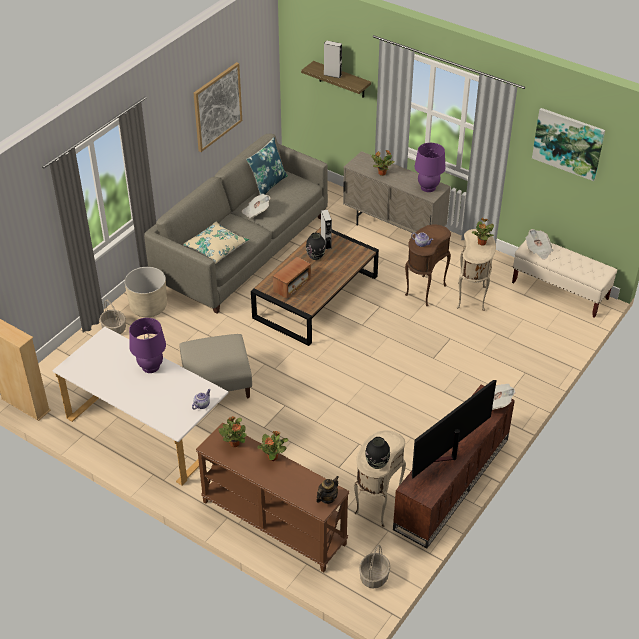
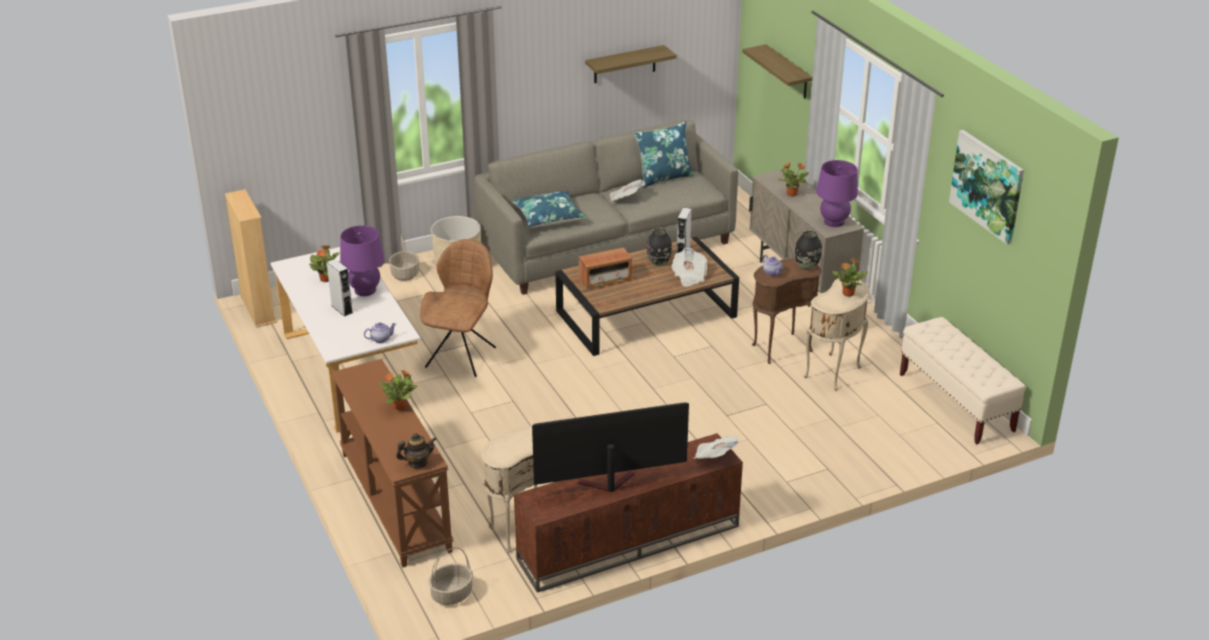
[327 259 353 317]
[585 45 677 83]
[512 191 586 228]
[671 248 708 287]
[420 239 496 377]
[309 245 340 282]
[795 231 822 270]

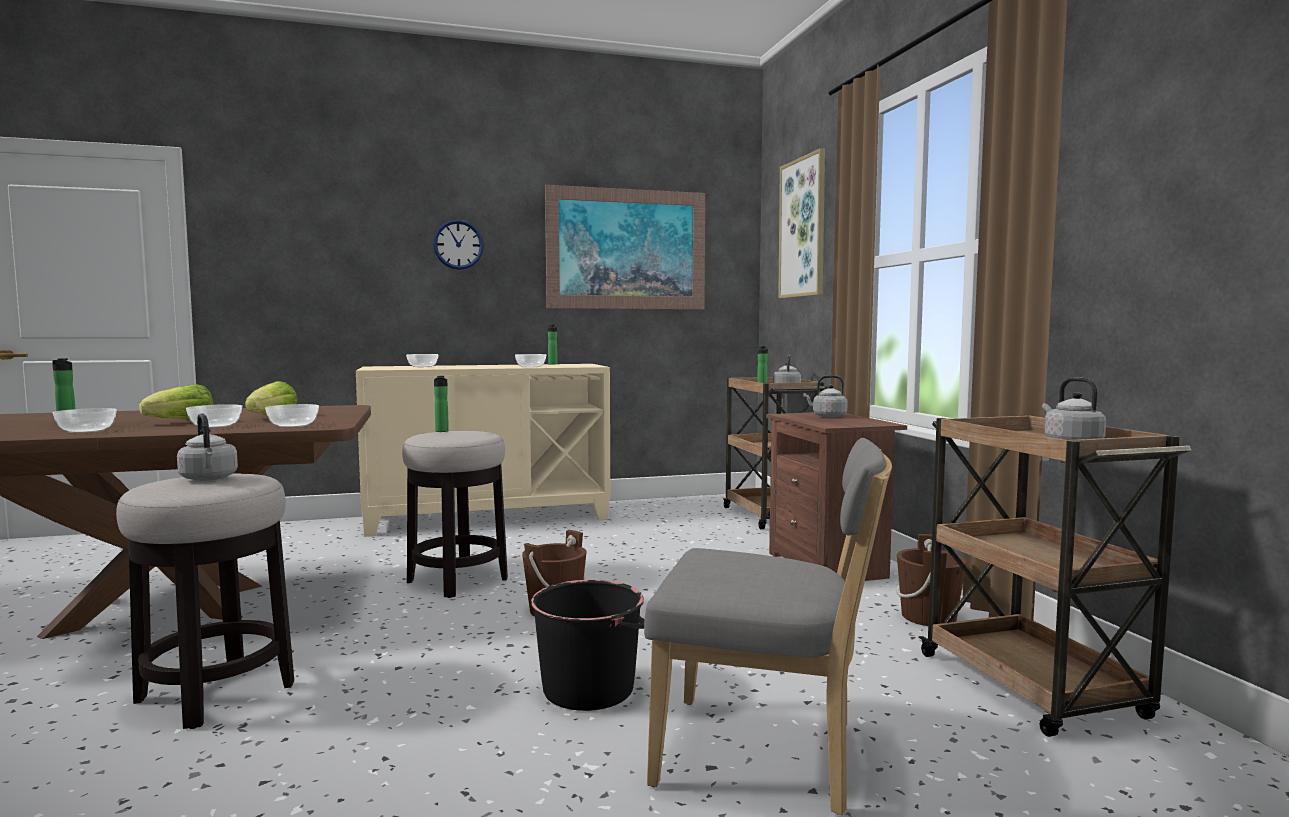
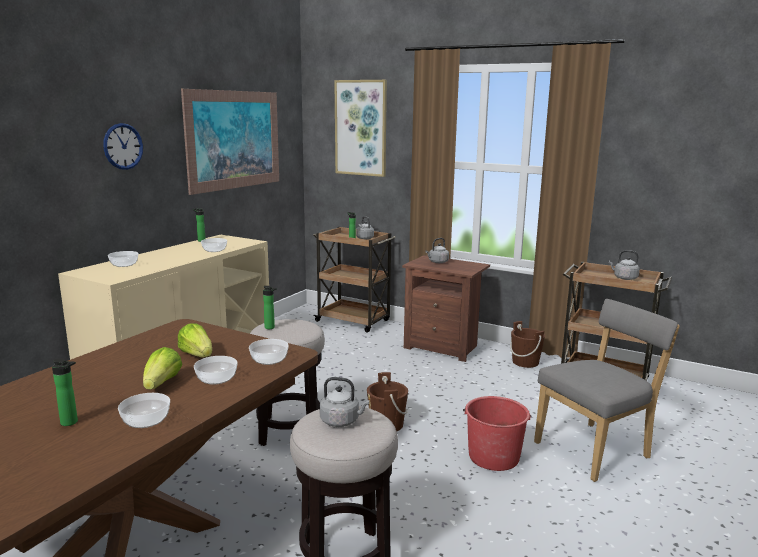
[463 396 531 471]

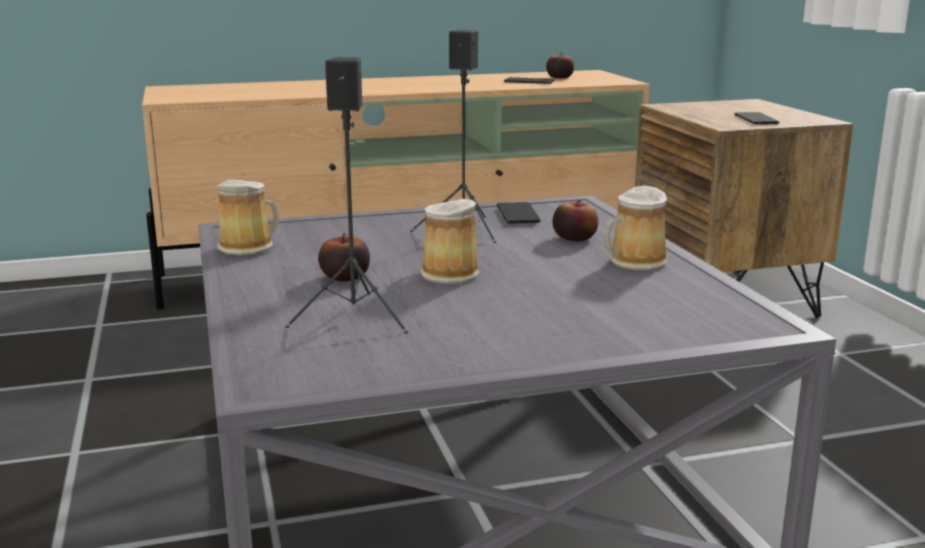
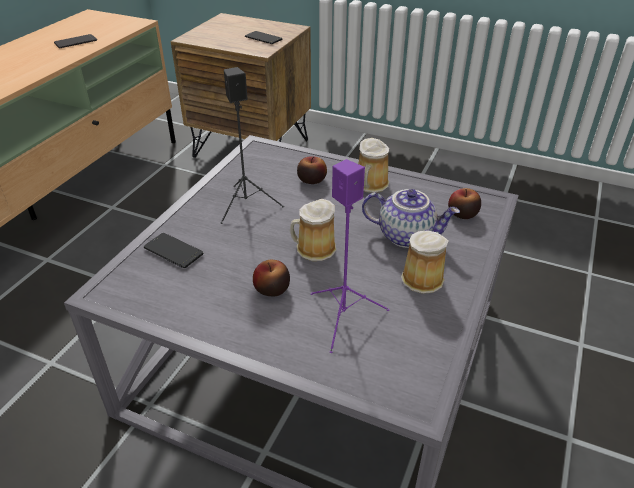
[448 188 481 219]
[311 159 389 353]
[401 231 448 294]
[144 233 203 268]
[362 189 460 248]

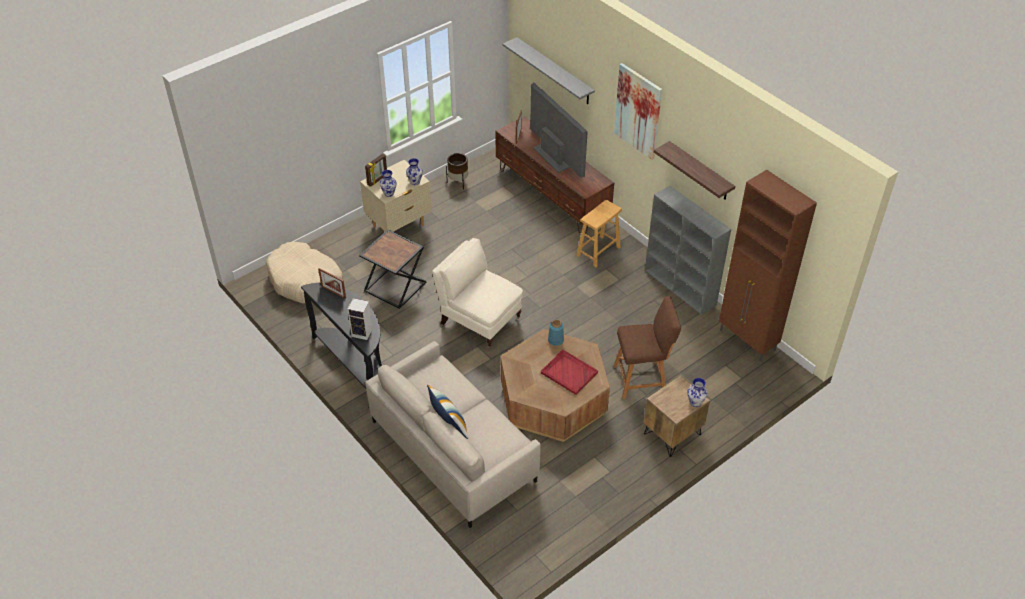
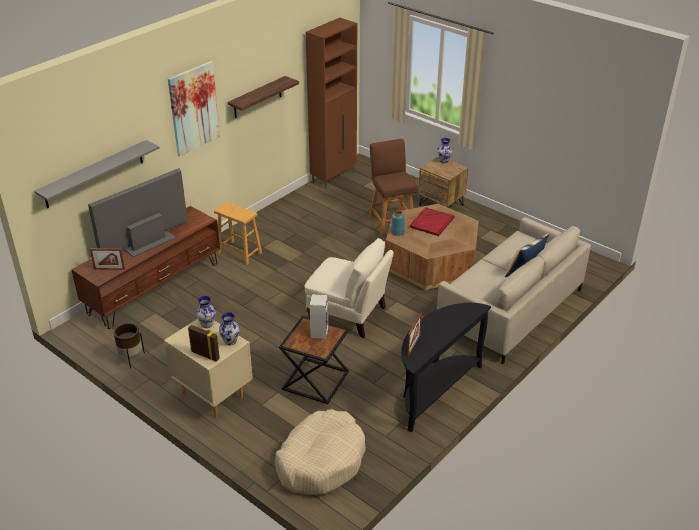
[645 185 731 315] (first image)
[304 238 394 338]
[310 294 328 339]

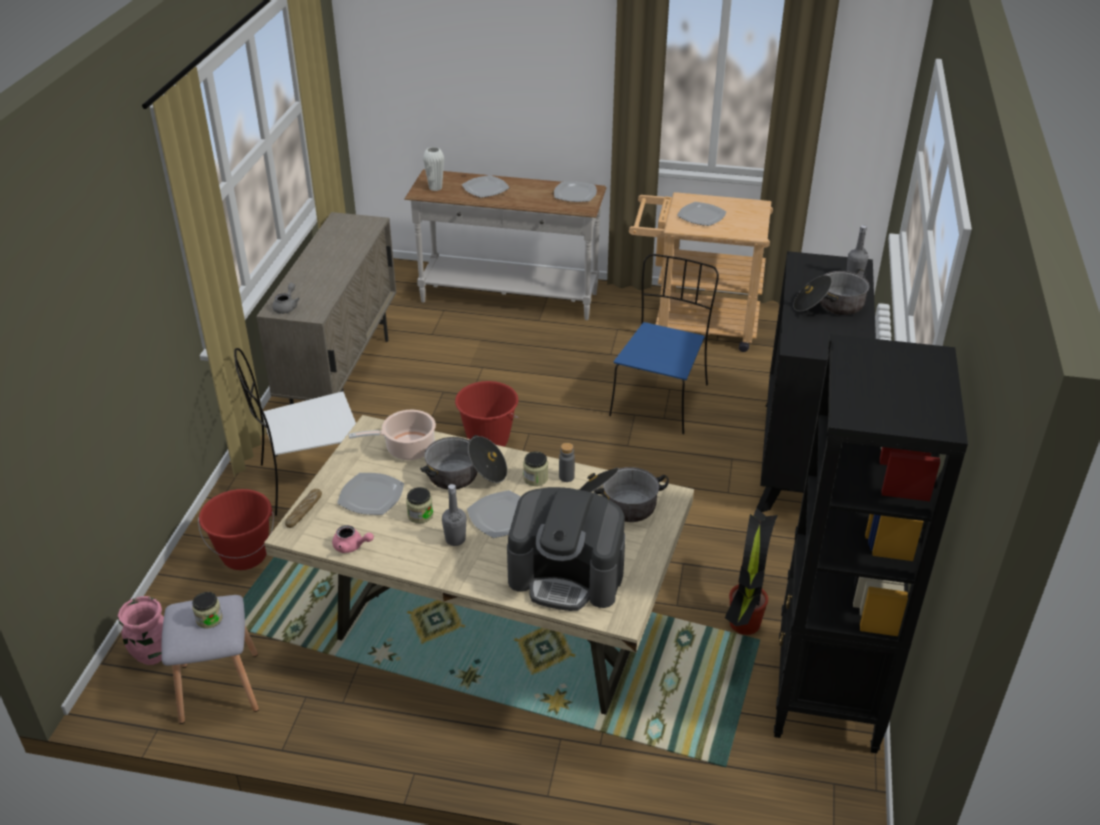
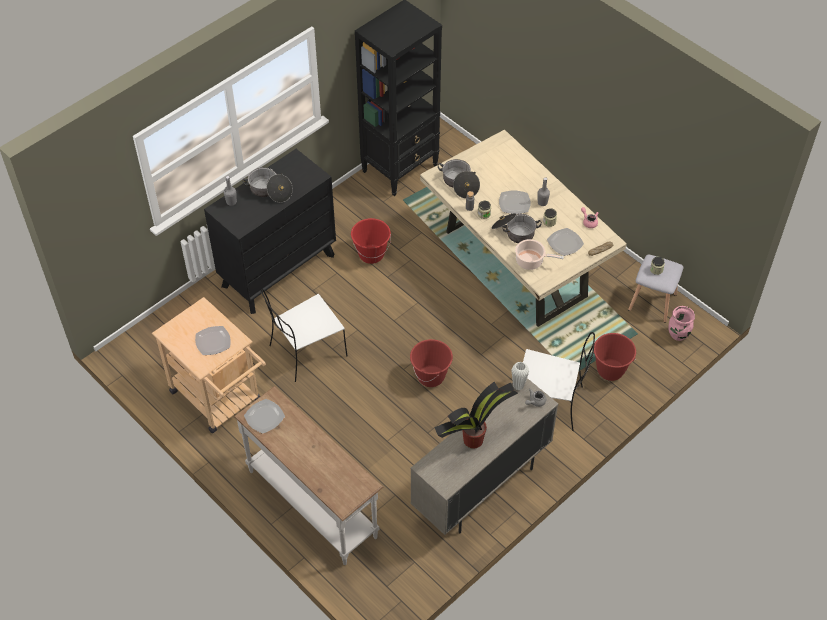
[511 362 529 390]
[462 175 510 198] (first image)
[261 289 348 382]
[507 487 625 611] (first image)
[434 382 518 449]
[351 218 391 264]

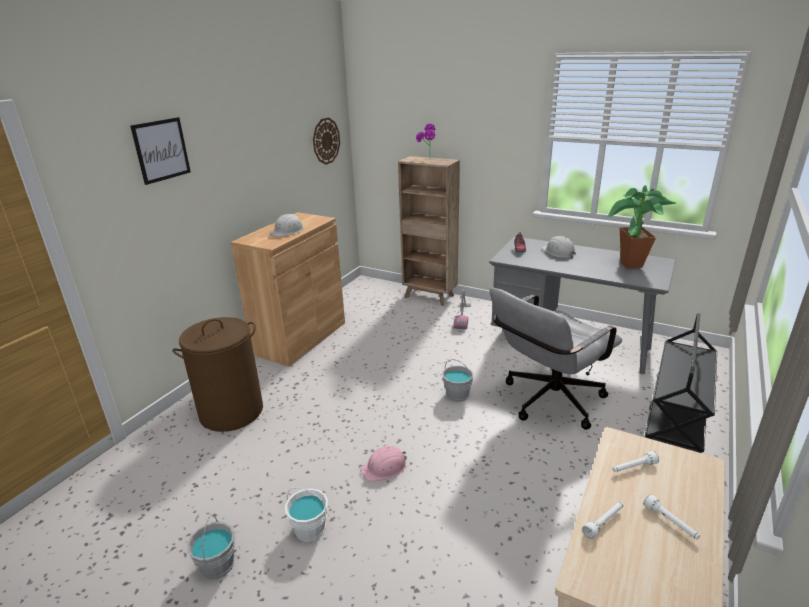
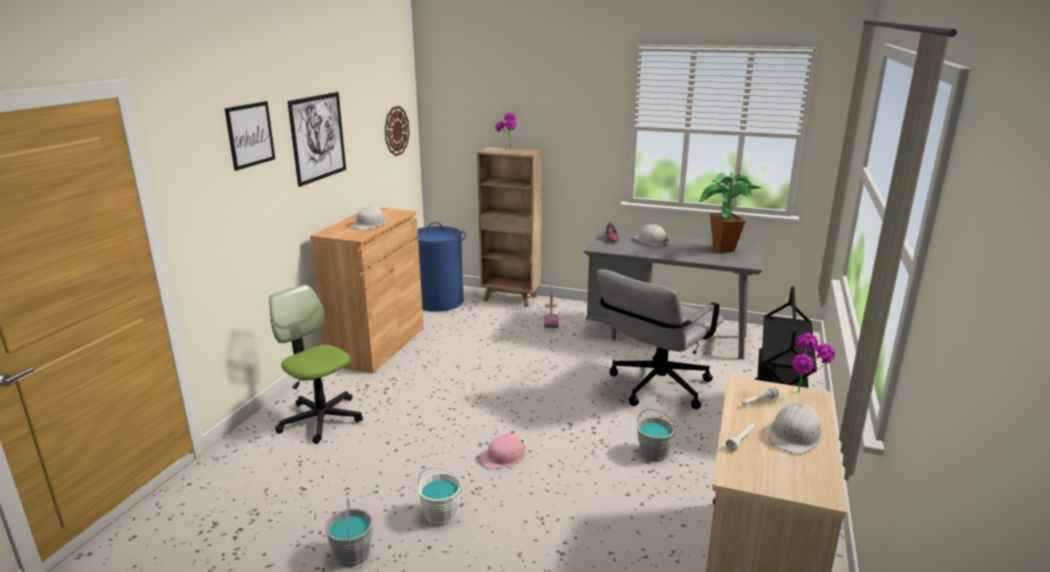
[269 284 363 444]
[637 409 676 462]
[769 402 822 454]
[287 92 346 187]
[415 222 466 312]
[792 333 835 392]

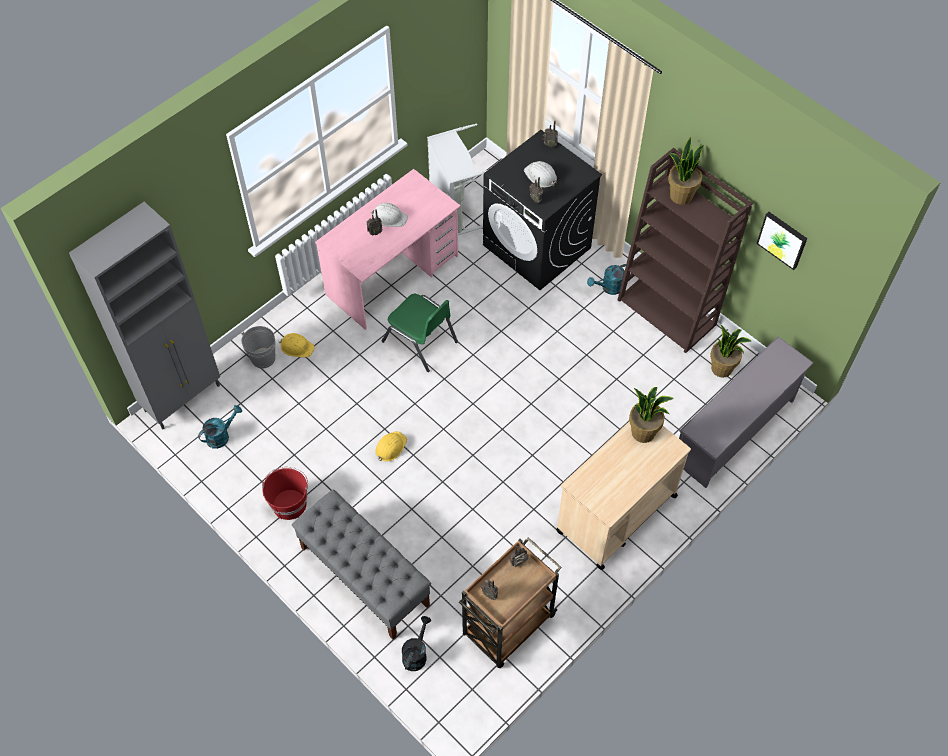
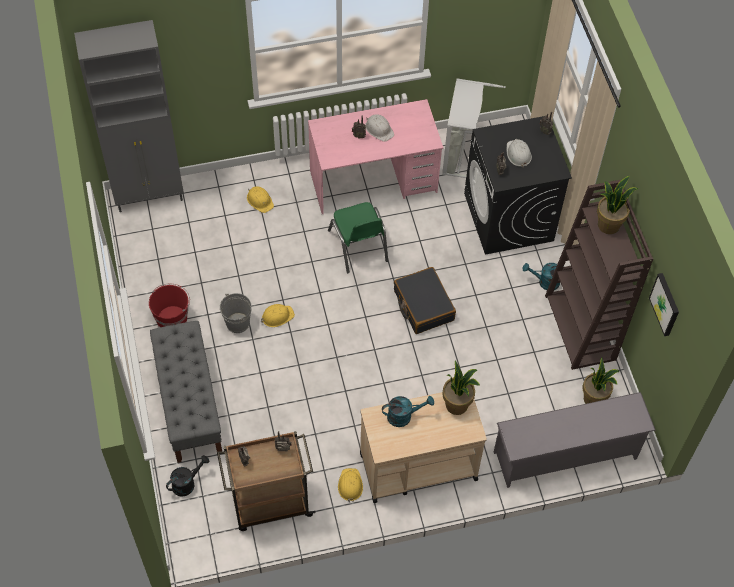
[220 293 252 333]
[382 396 434 427]
[394 267 456 334]
[338 468 363 502]

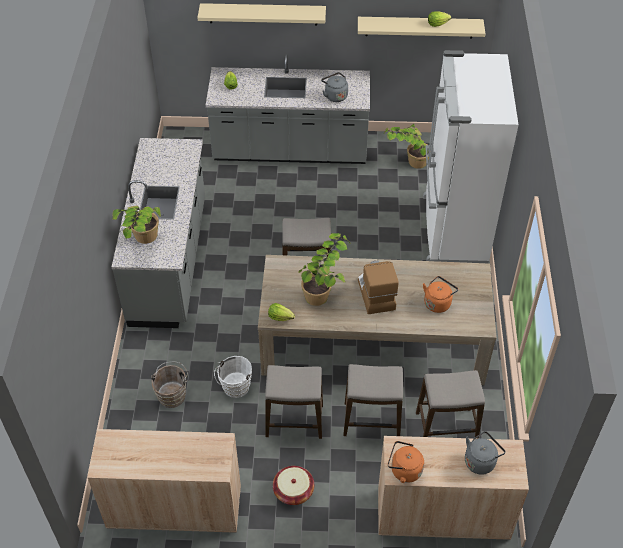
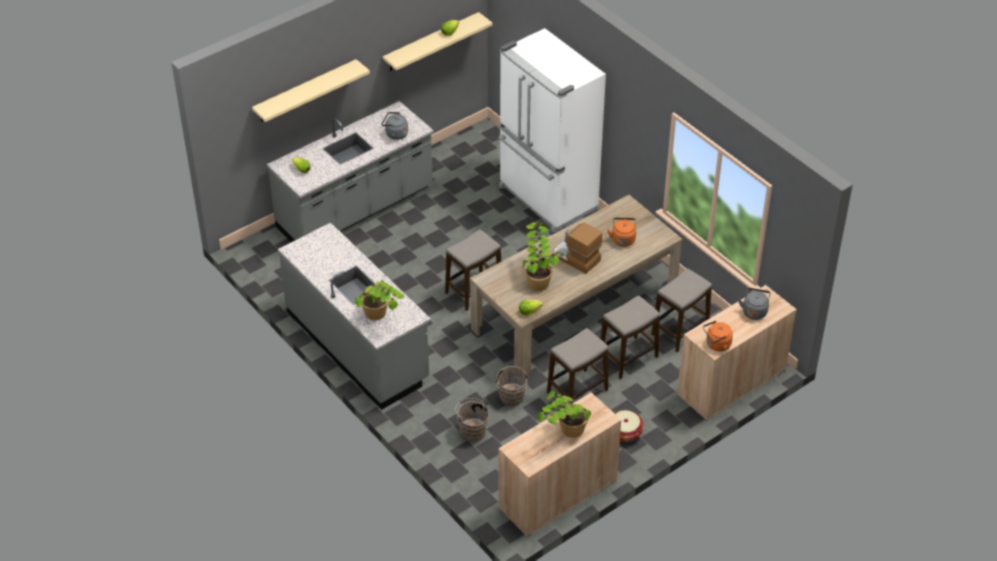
[538 391 591 438]
[495 366 529 406]

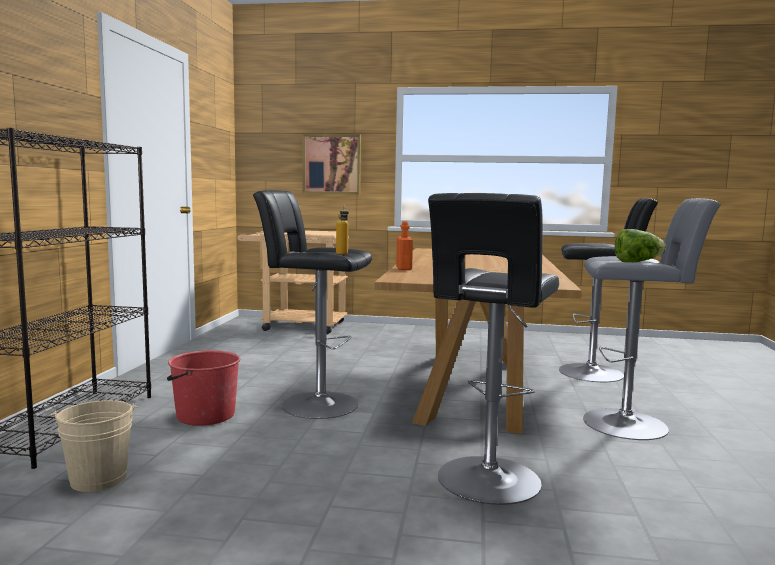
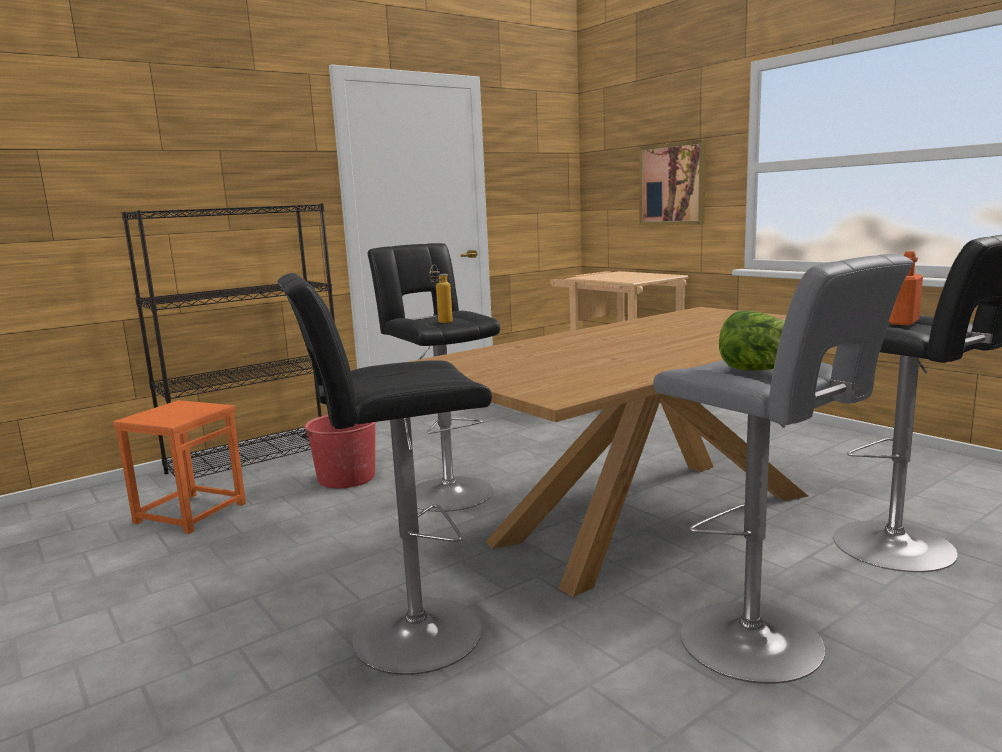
[889 251 923 325]
[113 400 246 534]

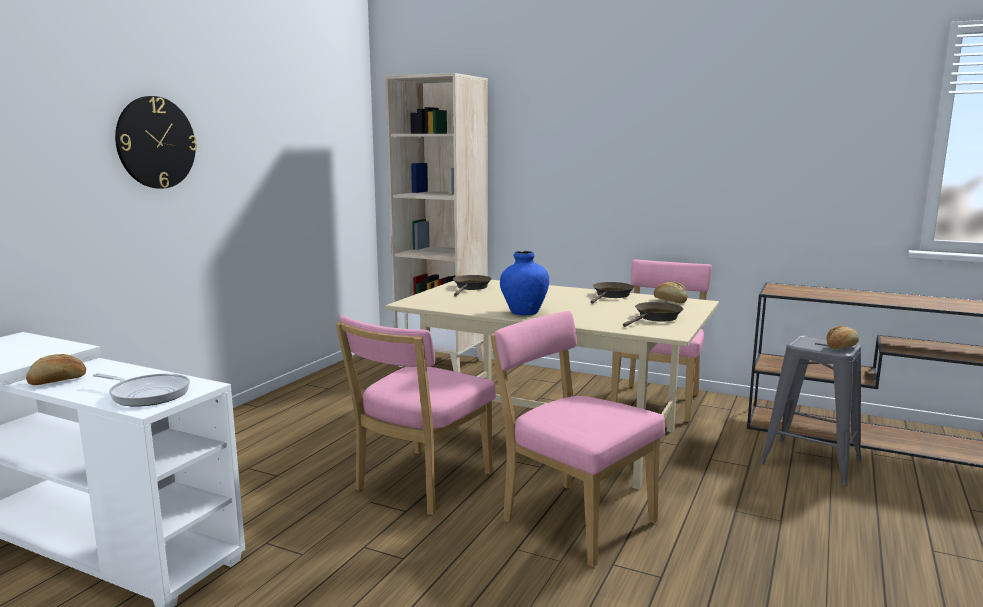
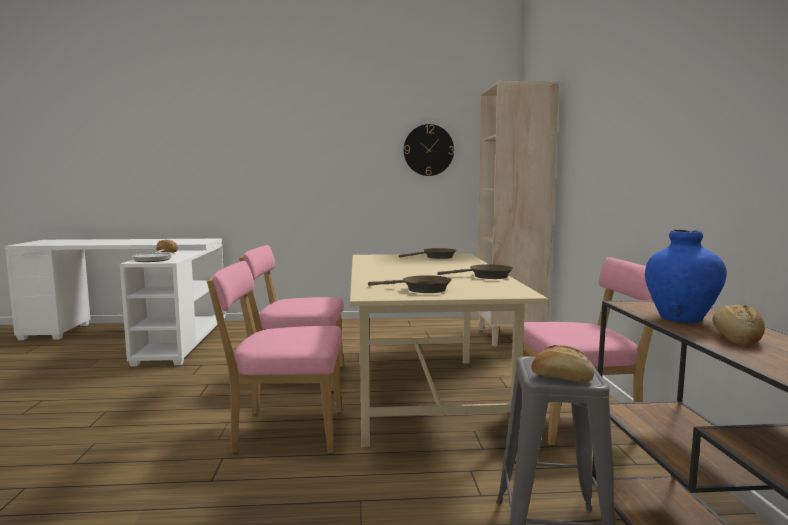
[404 124 454 176]
[645 230 727 323]
[712 305 765 346]
[207 261 342 453]

